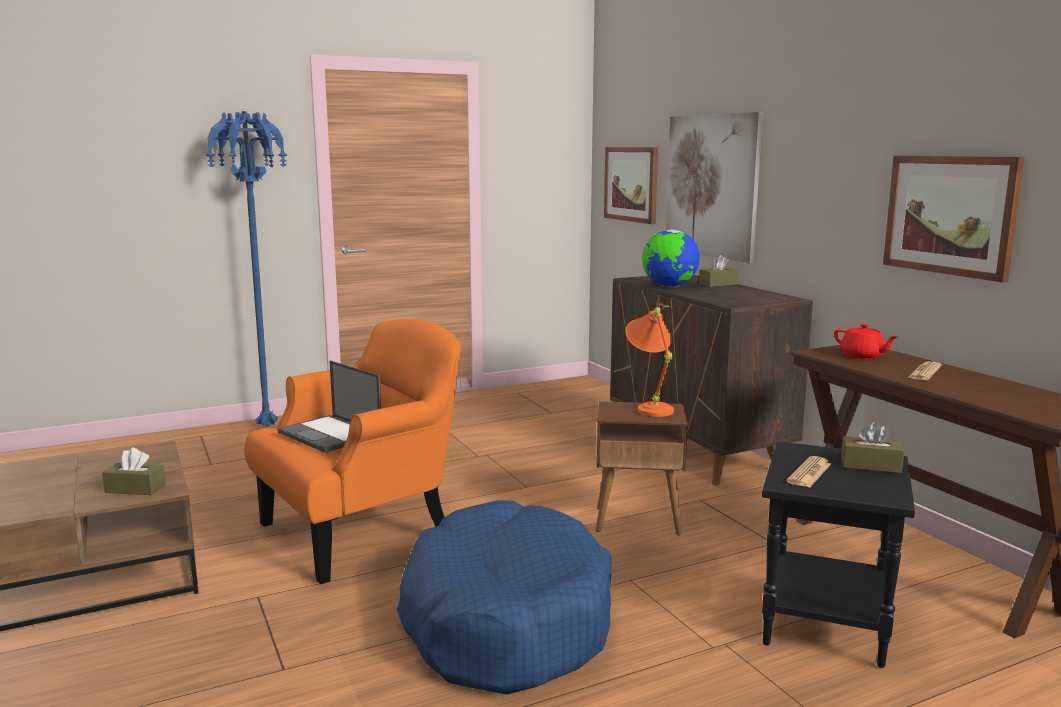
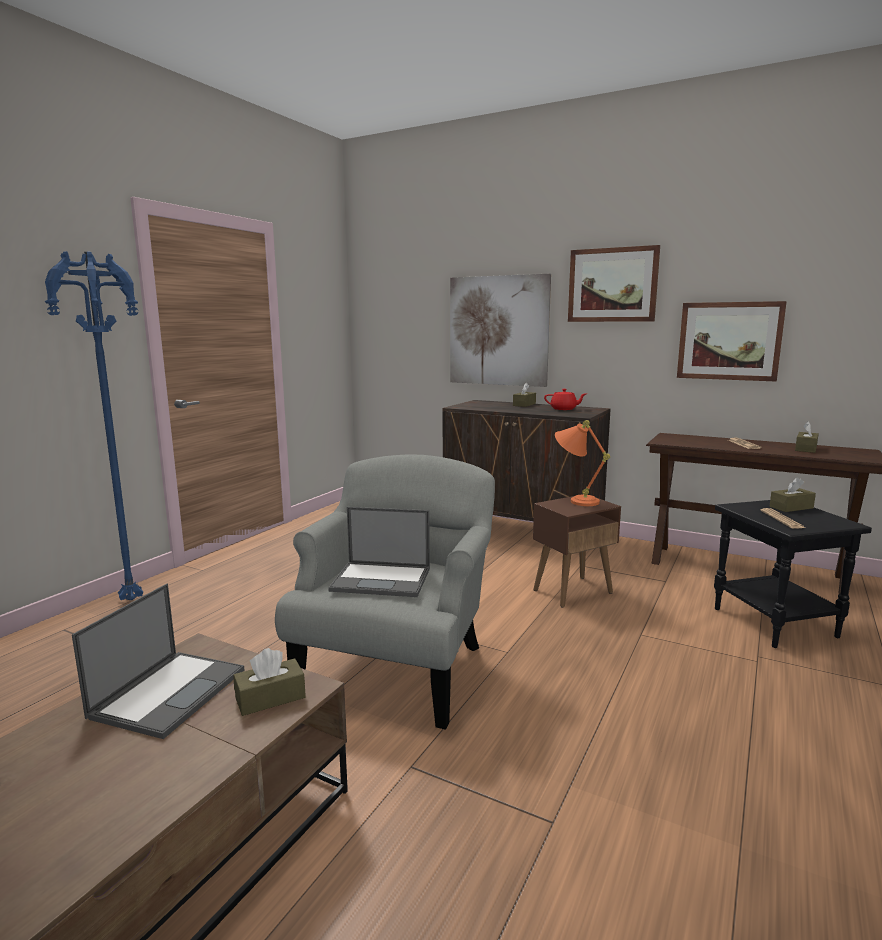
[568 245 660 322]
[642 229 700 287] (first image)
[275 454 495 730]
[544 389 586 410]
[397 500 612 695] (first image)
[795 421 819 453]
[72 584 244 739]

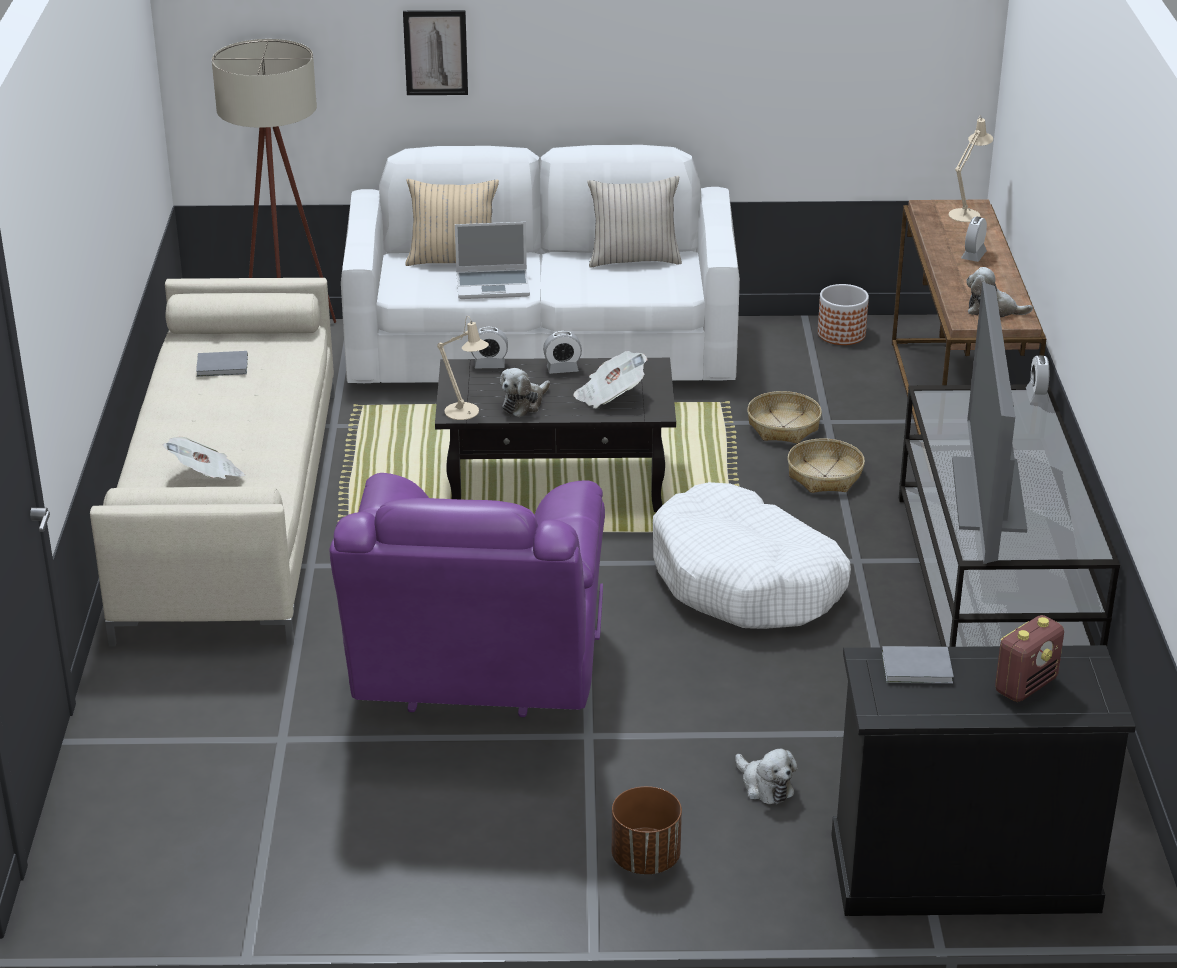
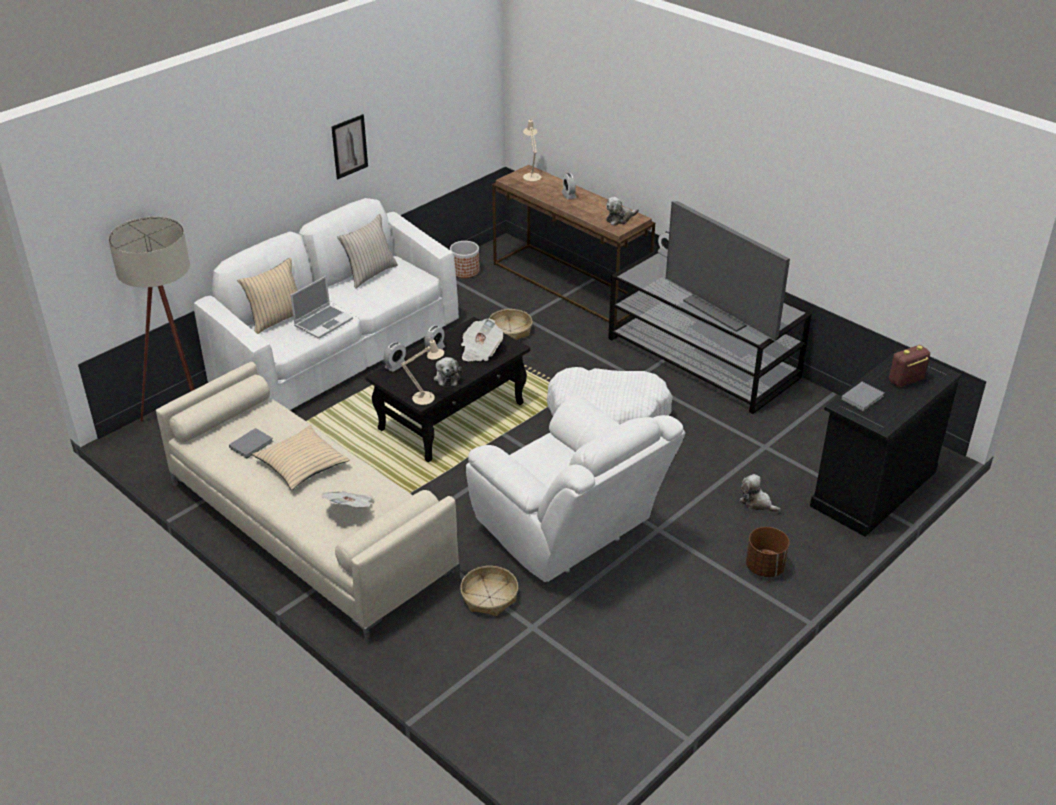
[331 114 368 179]
[460 566 518 616]
[466 395 685 582]
[889 345 930 387]
[740 474 780 513]
[252 425 350 490]

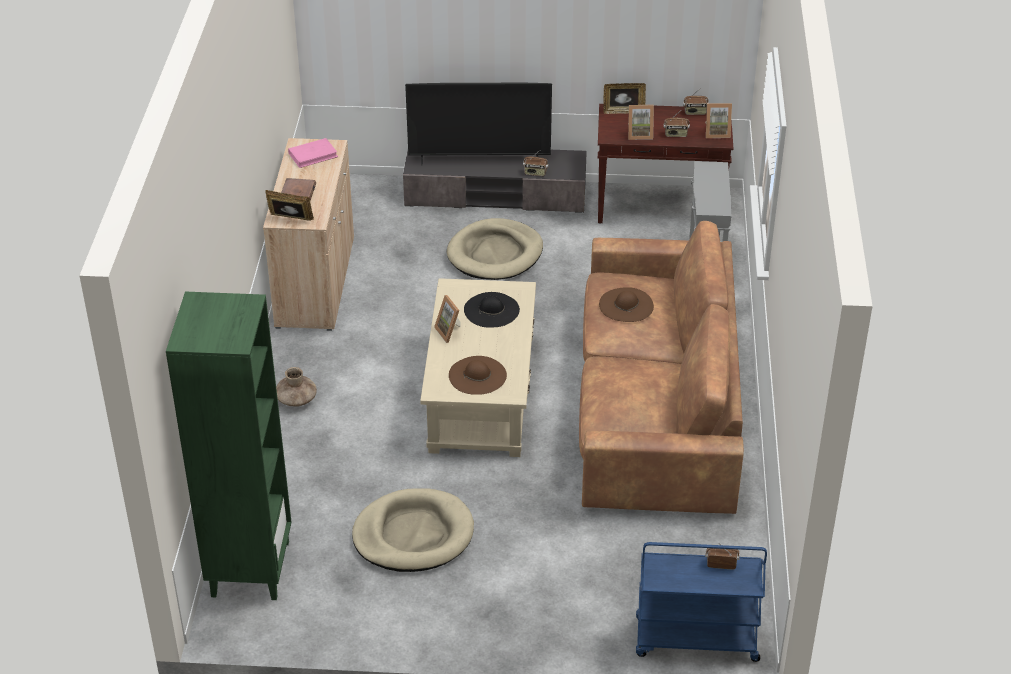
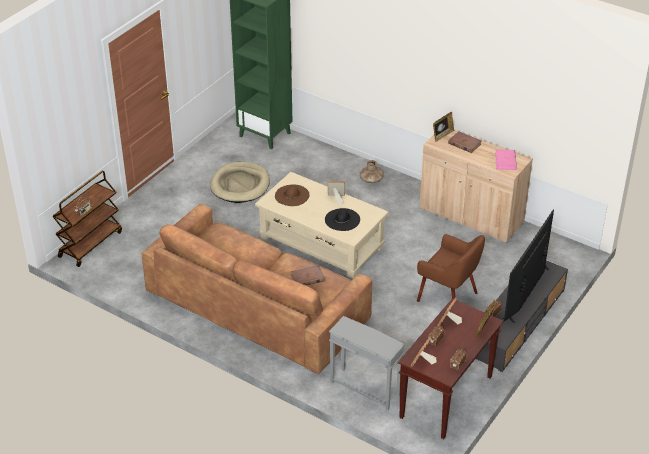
[417 234 485 302]
[290 265 325 286]
[52 171 122 267]

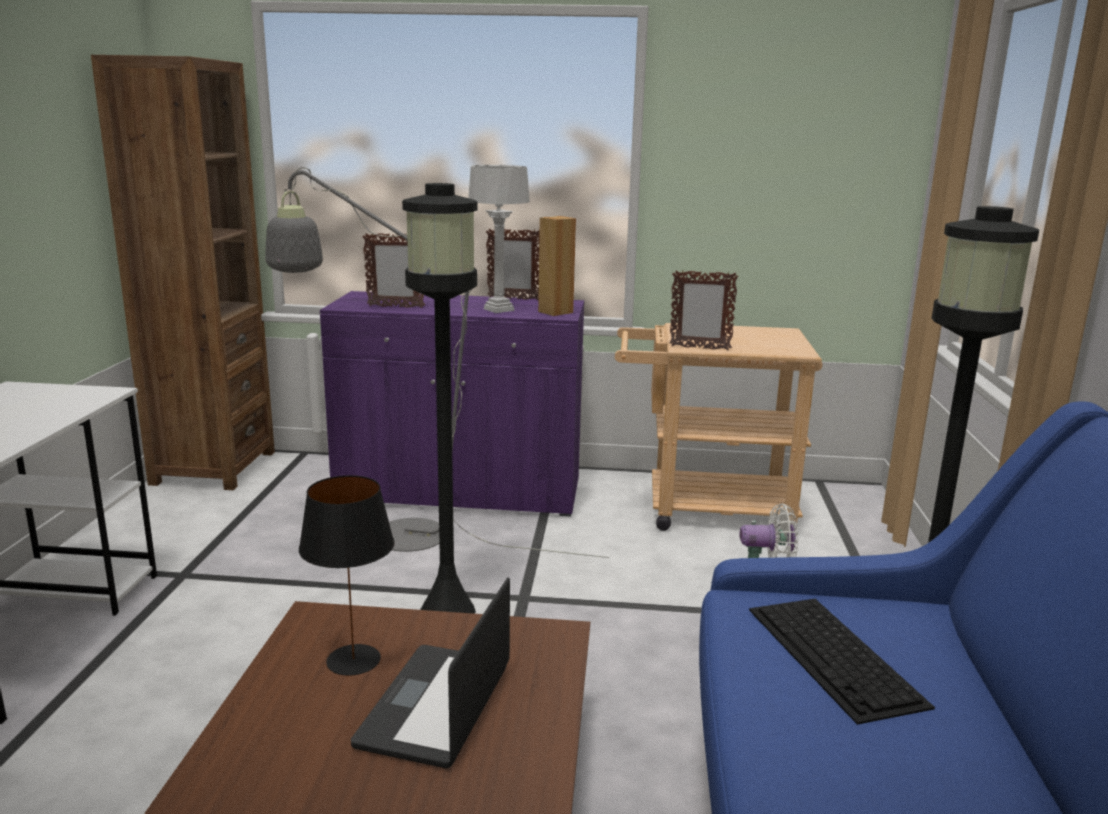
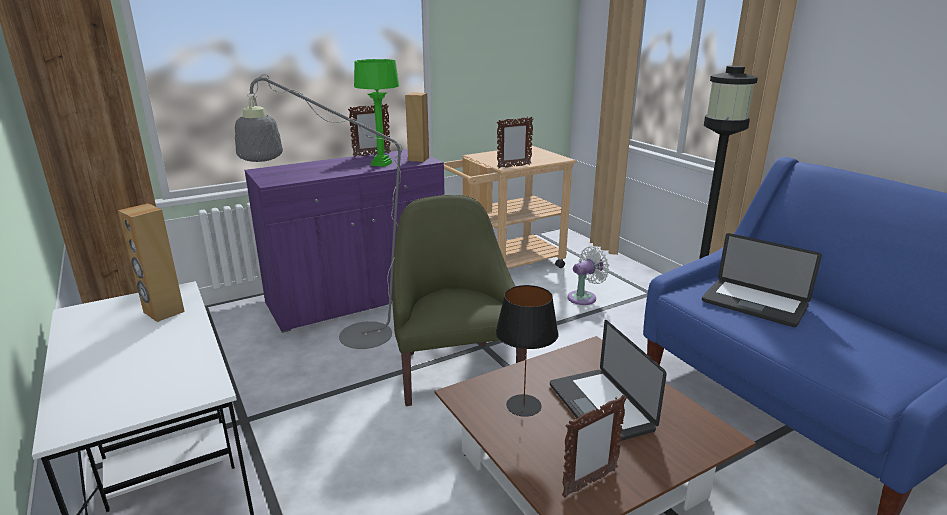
[354 59 399 167]
[392 195 526 406]
[562 395 627 498]
[702 233 822 327]
[118 203 185 322]

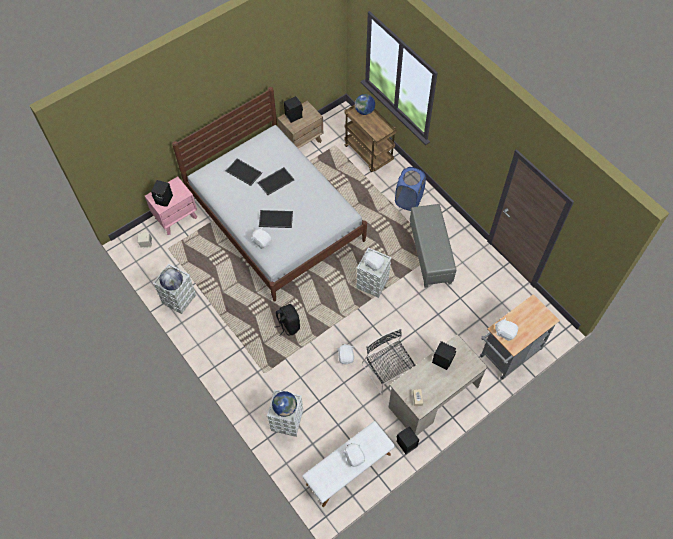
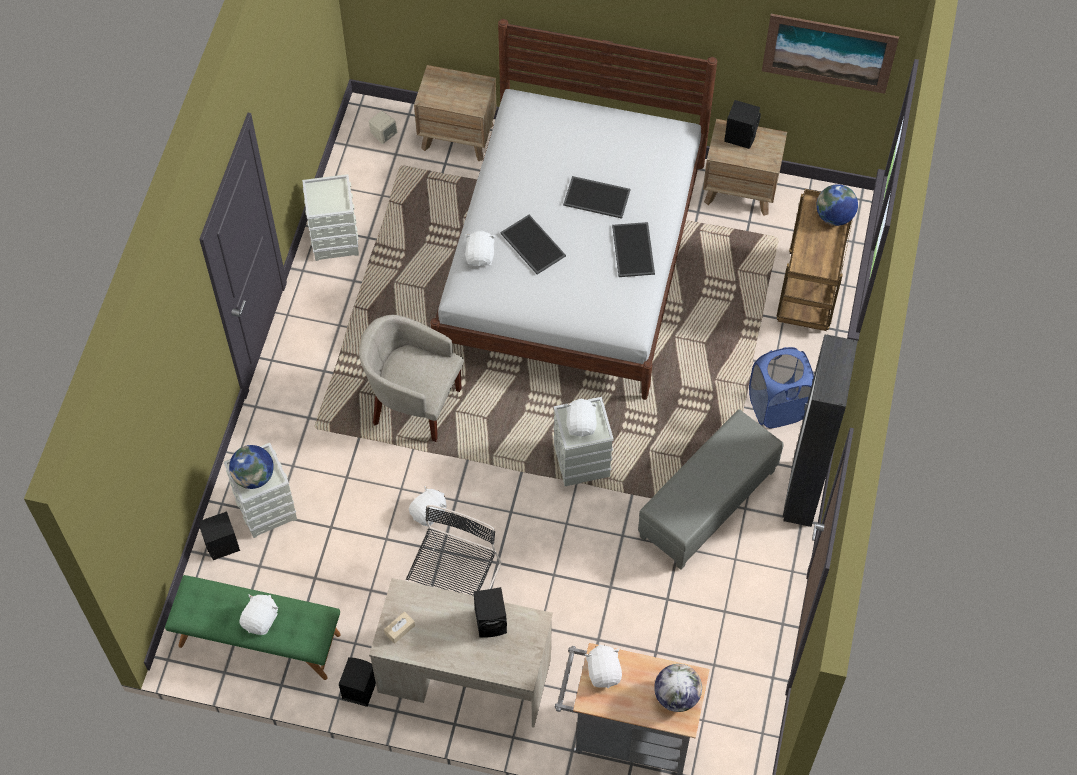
[612 222 655 277]
[414 65 497 161]
[199 511 240 560]
[654 664 702 712]
[359 315 464 442]
[165 575 341 680]
[762 14 899 94]
[783 334 858 527]

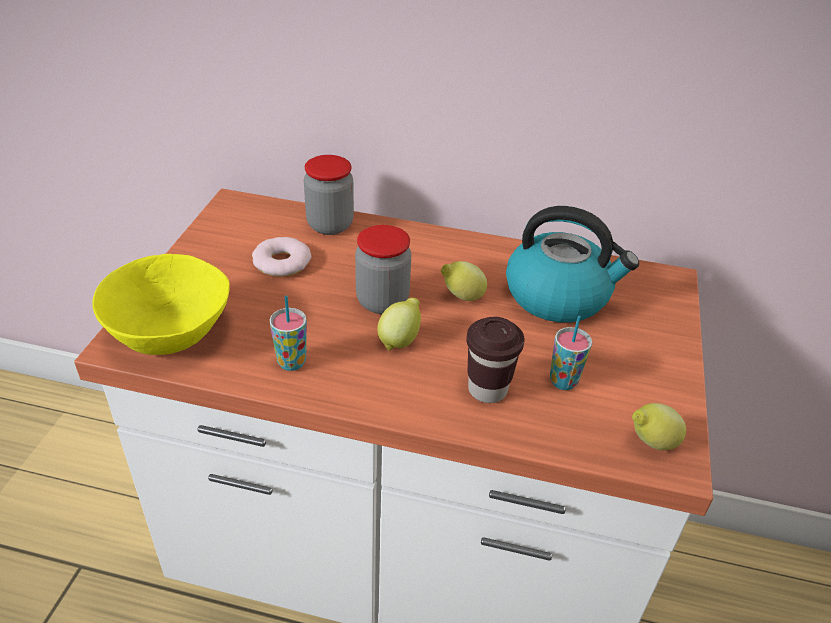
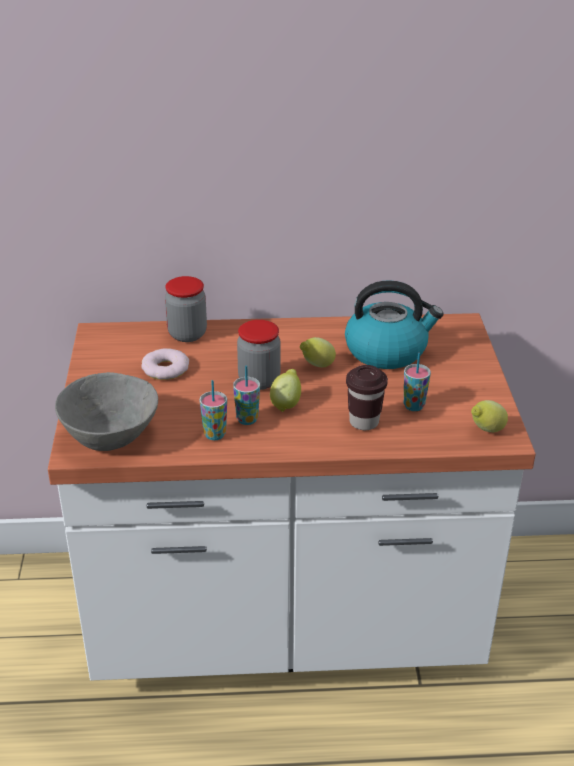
[55 372 158 451]
[233 366 260 425]

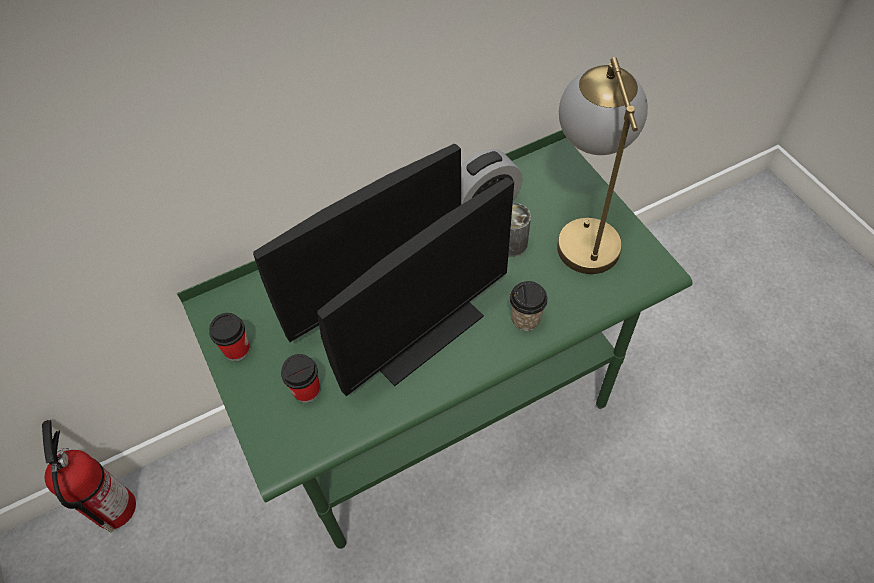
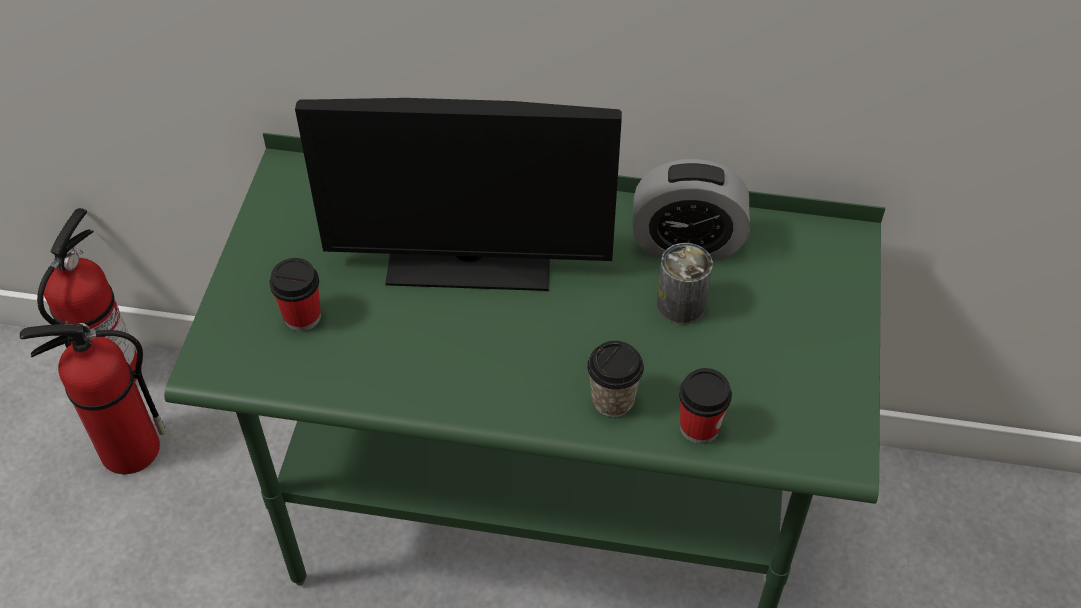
[557 57 648 274] (first image)
[317 178 514 396] (first image)
[679 368 732 444]
[20 323 166 474]

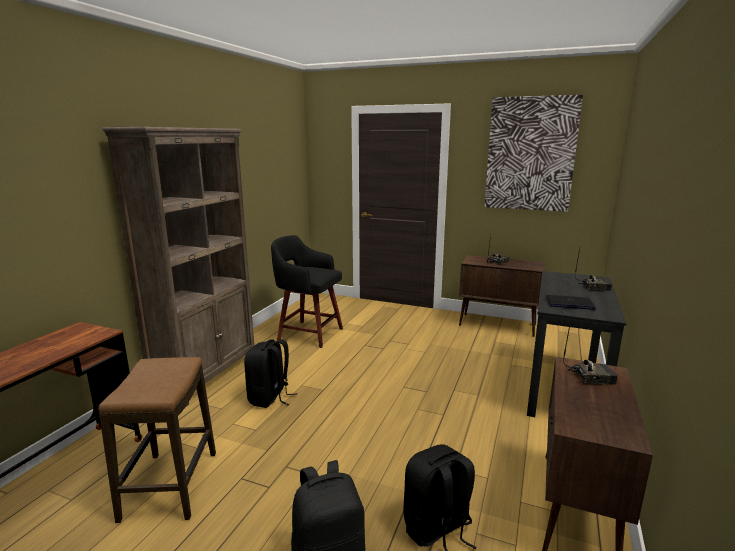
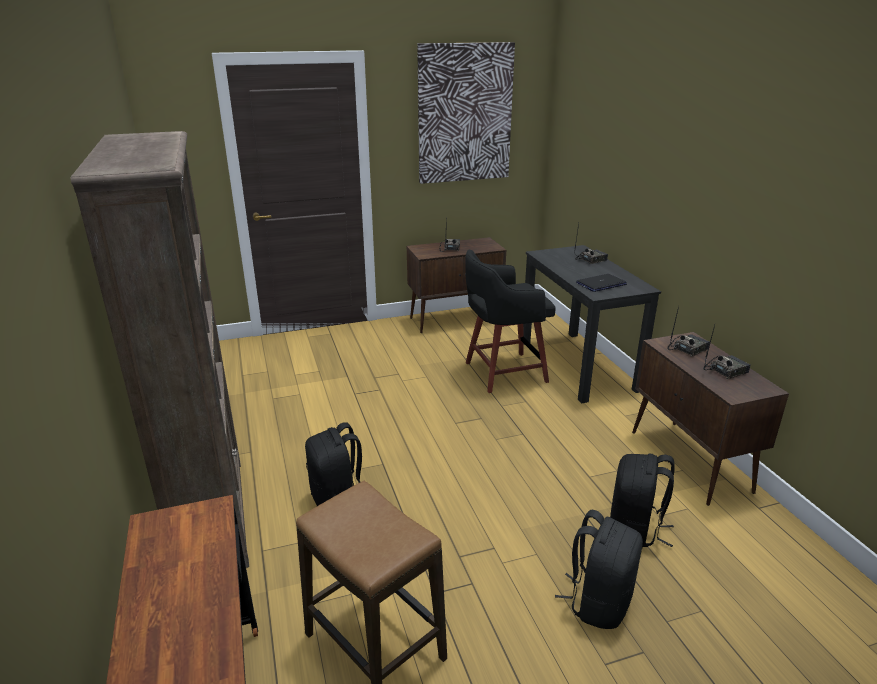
[465 249 556 393]
[703 325 751 379]

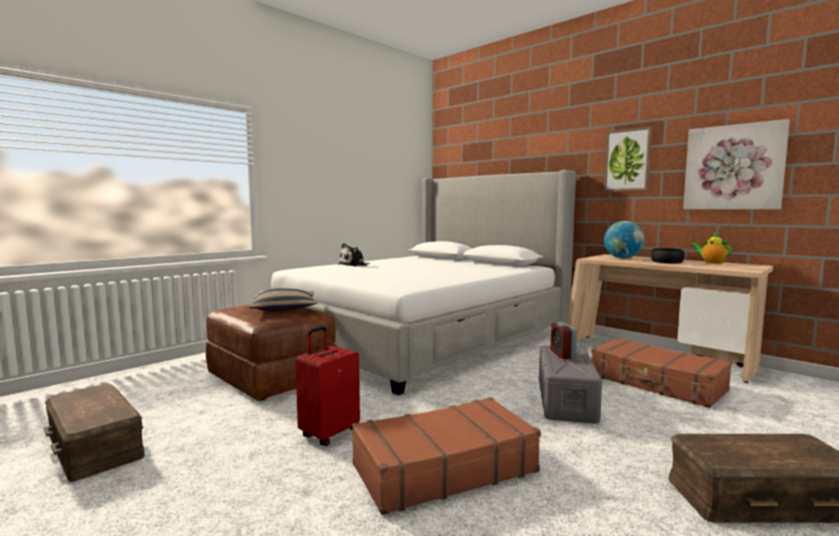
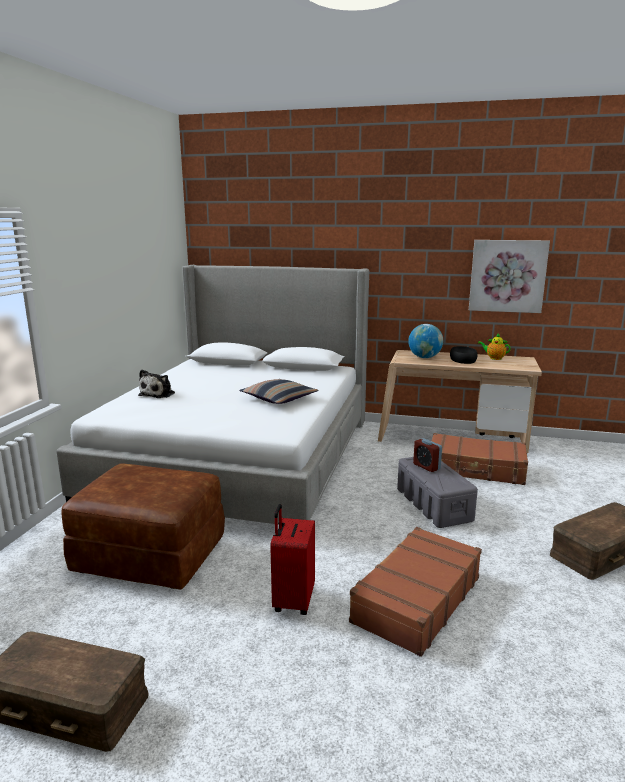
[604 126 652 191] (first image)
[239 379 318 404]

